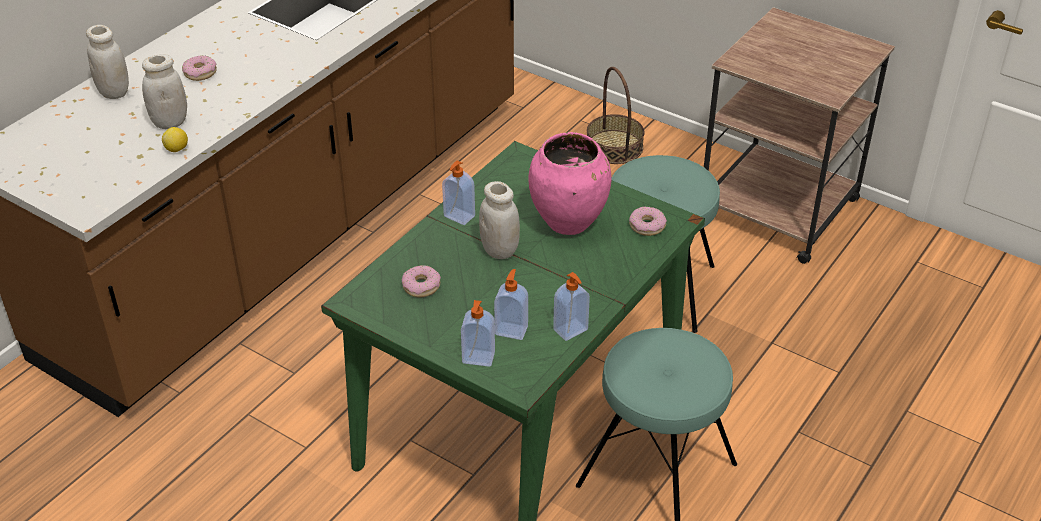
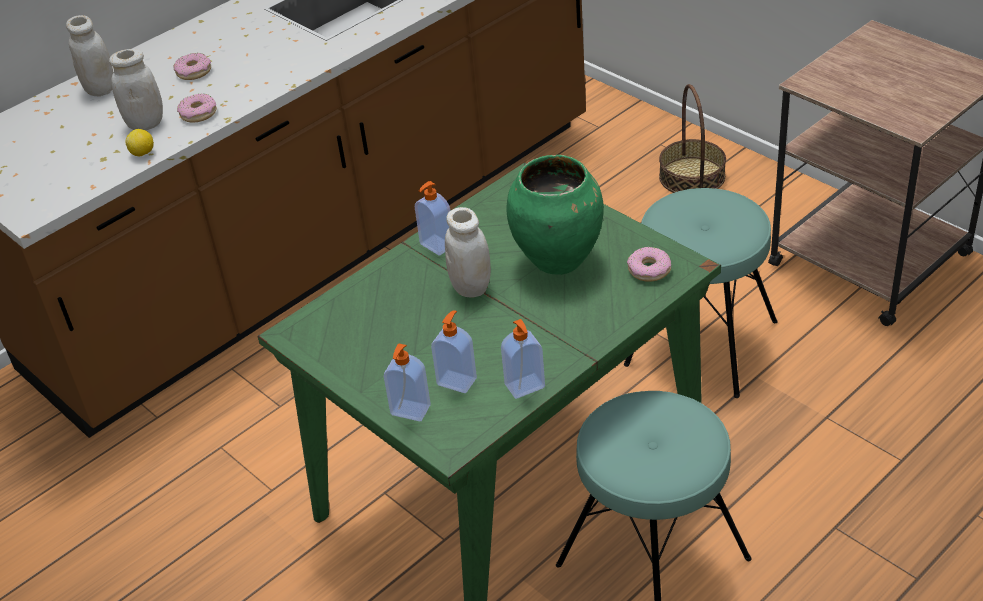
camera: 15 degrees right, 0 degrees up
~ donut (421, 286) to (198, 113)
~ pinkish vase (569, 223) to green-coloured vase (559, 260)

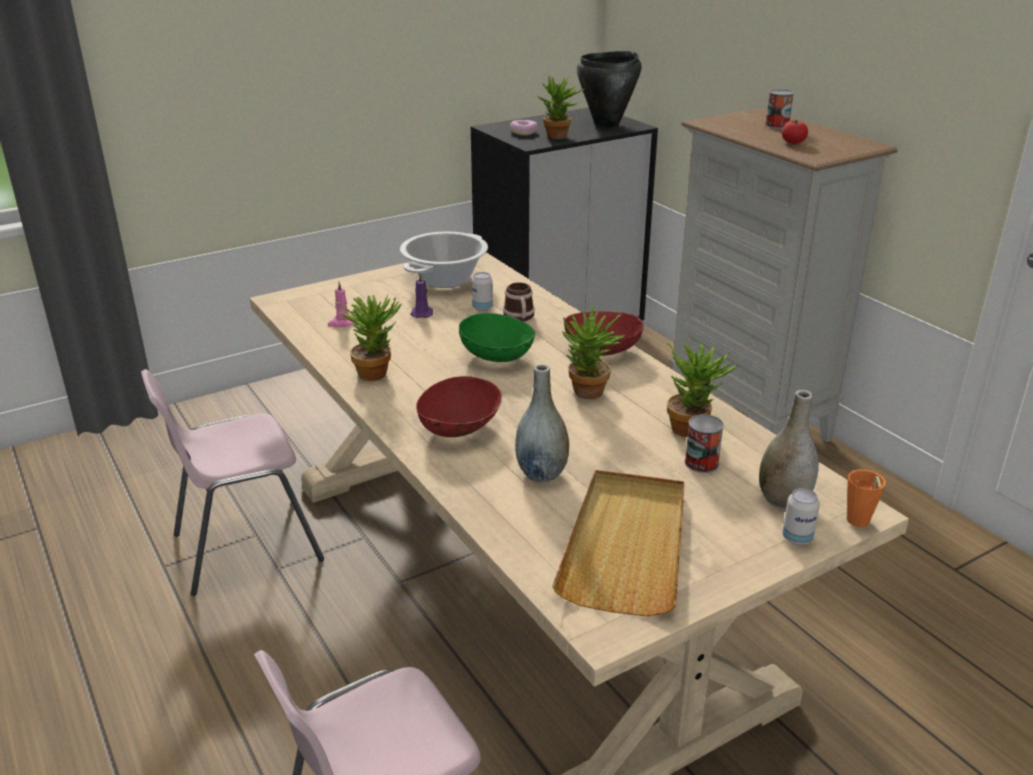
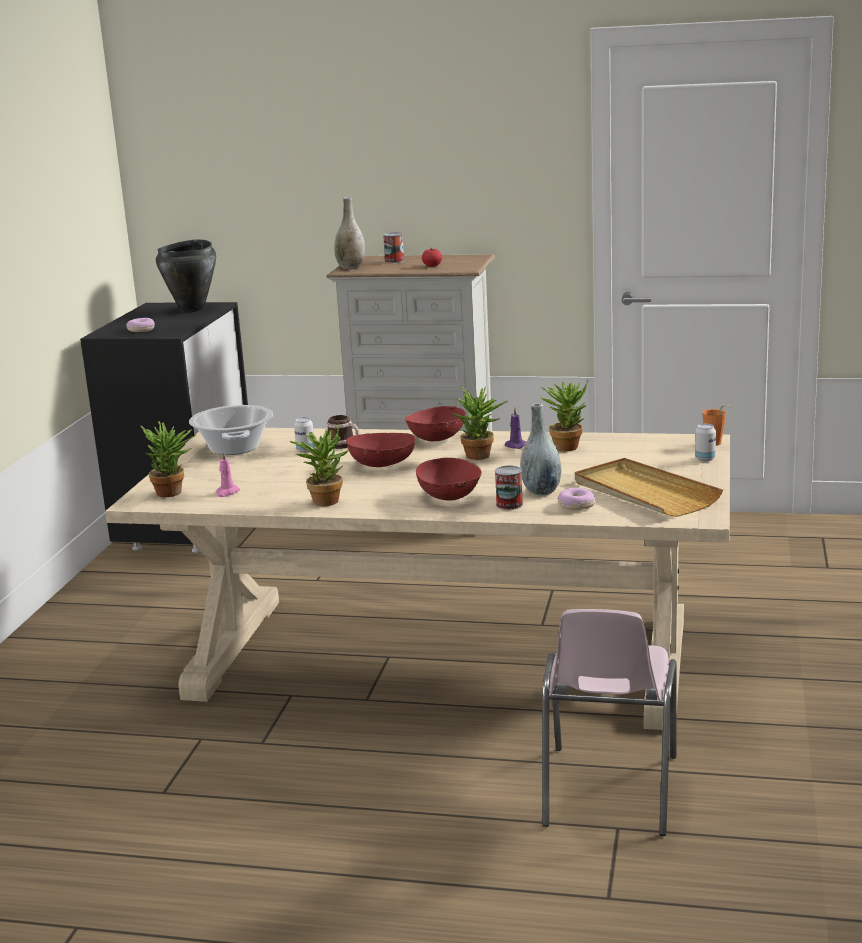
camera: 45 degrees left, 10 degrees down
- pinkish plain chair (245, 546)
~ purple-coloured wax light (422, 313) to (515, 446)
~ green-coloured serving bowl (498, 356) to red serving bowl (382, 464)
~ houseplant (559, 137) to (174, 493)
~ sealed can (701, 463) to (509, 505)
~ gray vase (783, 500) to (351, 267)
+ donut (575, 505)

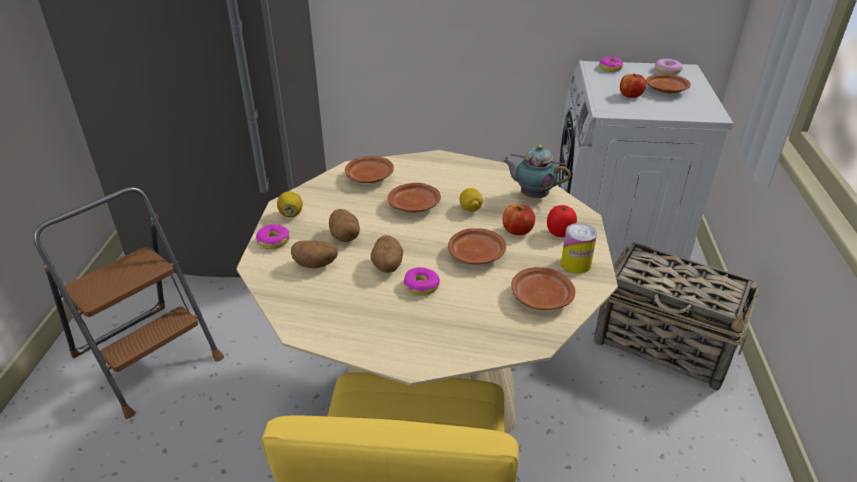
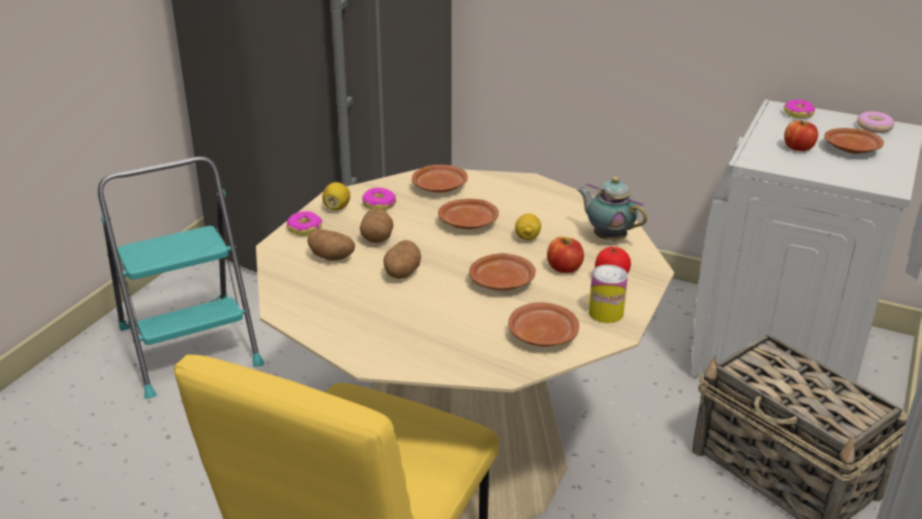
camera: 20 degrees right, 5 degrees down
~ brownish step stool (145, 353) to turquoise-coloured step stool (188, 342)
~ donut (421, 286) to (379, 204)

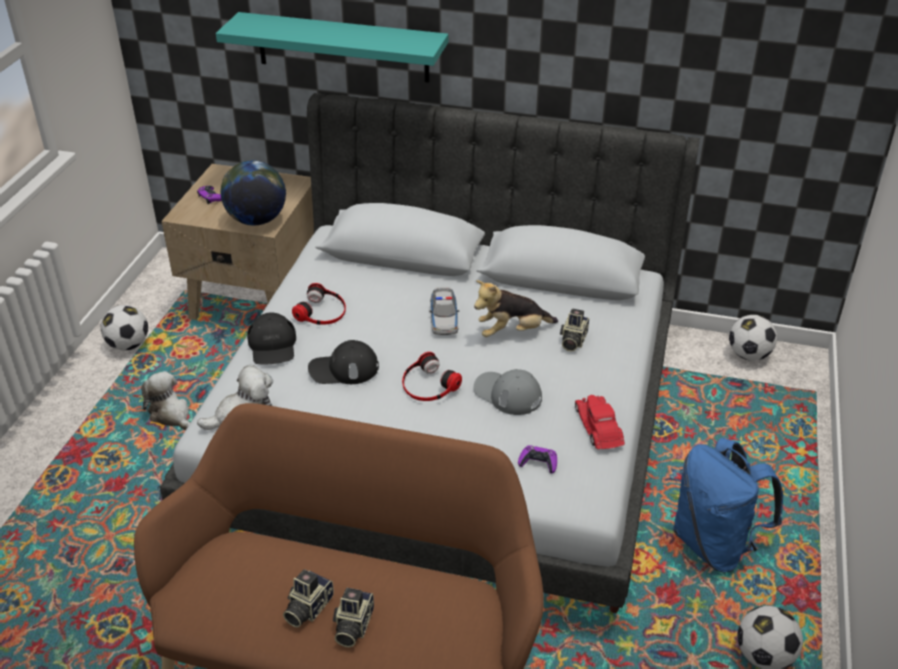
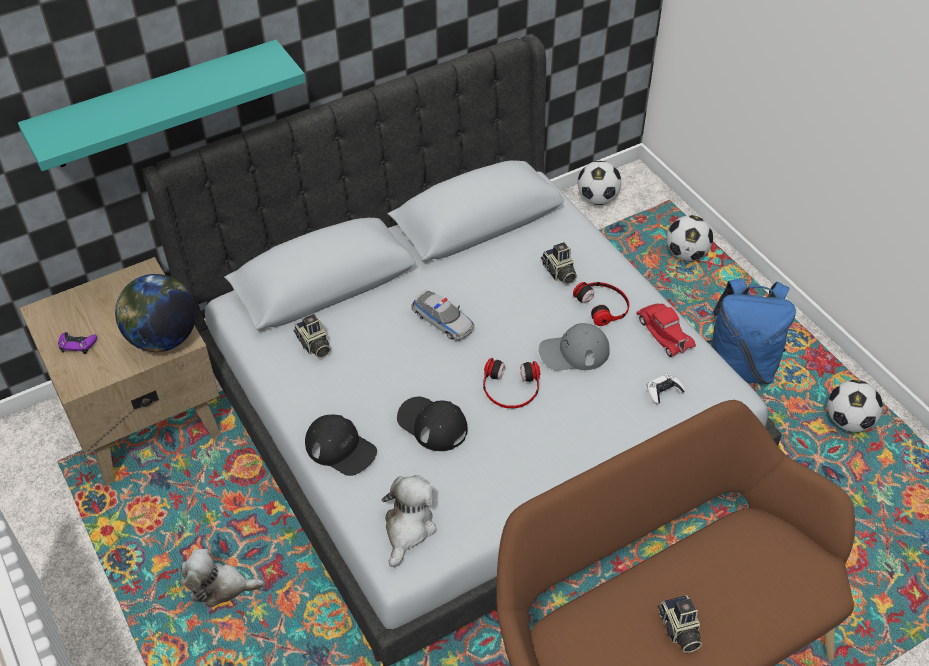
camera: 45 degrees left, 10 degrees up
~ football ball (128, 345) to (686, 254)
~ headset (322, 311) to (603, 305)
~ black cap (343, 369) = (432, 424) 90 degrees clockwise
~ still camera (352, 626) to (313, 346)
- cuddly toy (512, 332)
~ purple-coloured gamepad (538, 462) to white gamepad (663, 391)
~ red model car (599, 427) = (664, 332) 150 degrees counterclockwise

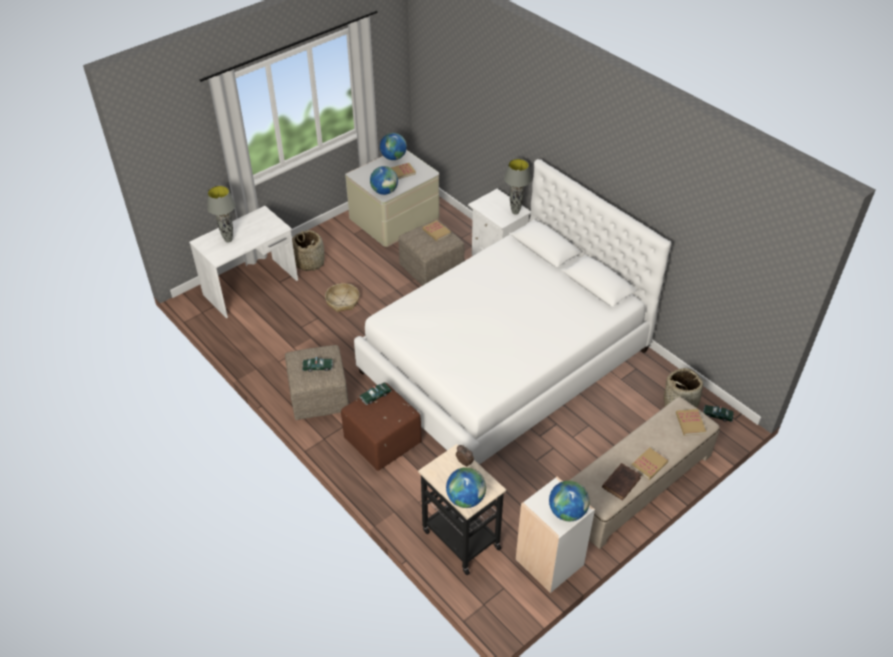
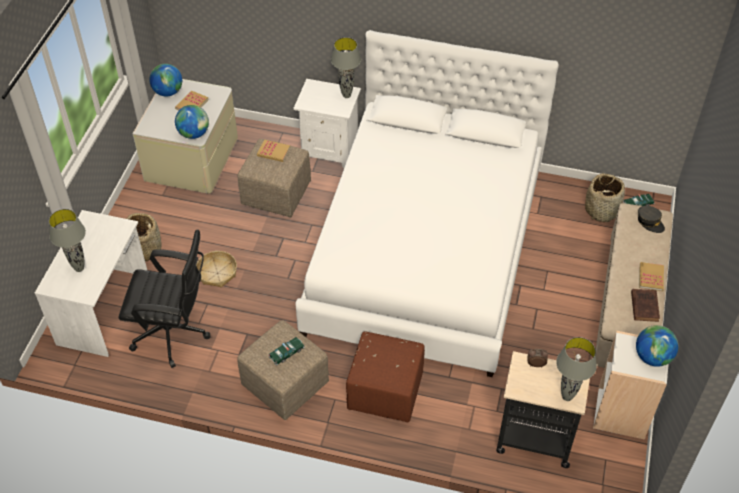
camera: 35 degrees left, 5 degrees up
- model car (375, 396)
~ desk globe (465, 499) to gray tabletop lamp (567, 397)
~ book (690, 423) to gray cap (650, 222)
+ black computer chair (174, 334)

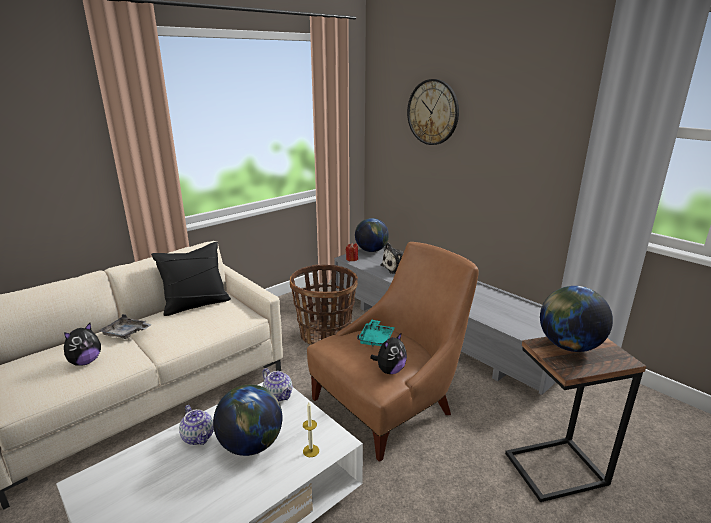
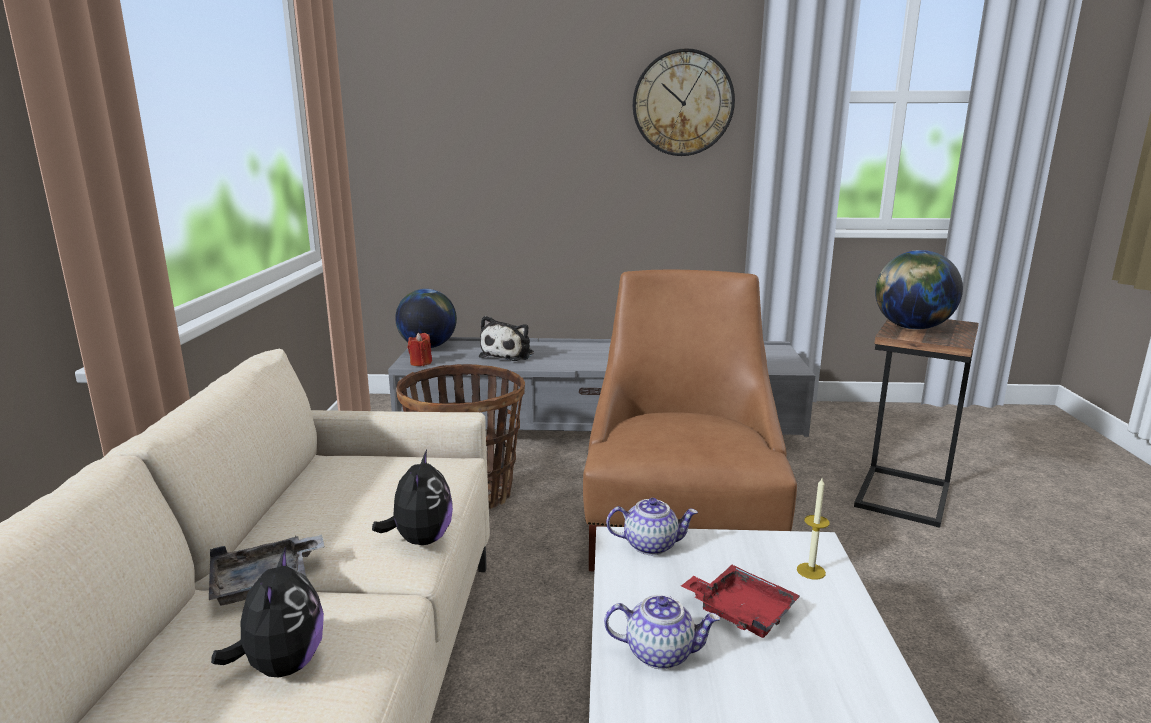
camera: 45 degrees left, 5 degrees down
- black throw pillow (196, 304)
~ desk globe (251, 444) to red tray (741, 611)
- turquoise-coloured tray (376, 339)
~ cuddly toy (390, 370) to (420, 540)
~ wall clock (433, 112) to (683, 103)

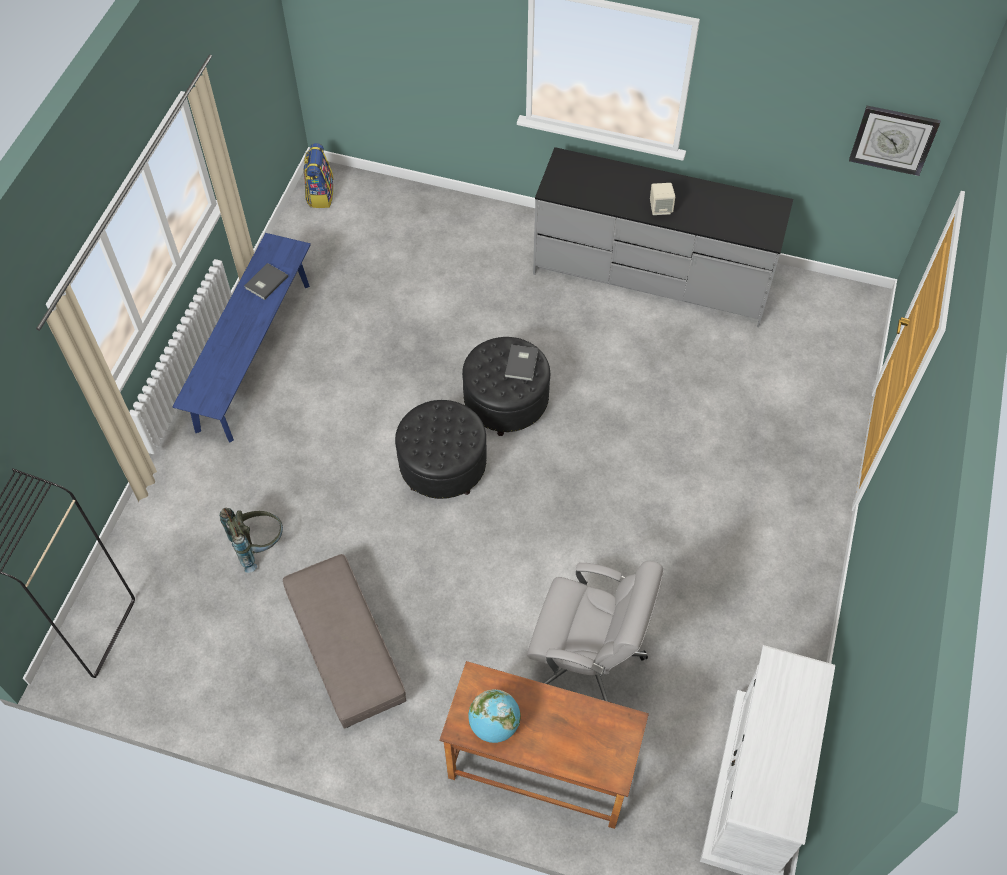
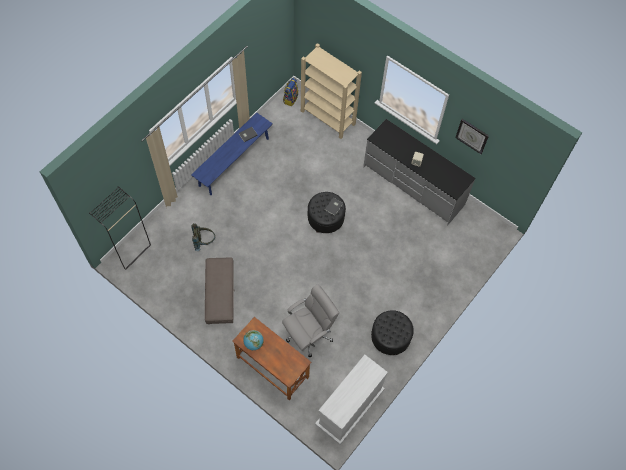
camera: 20 degrees right, 5 degrees up
~ black pouffe (443, 467) to (390, 338)
~ gray computer chair (587, 658) = (309, 334) 75 degrees counterclockwise
~ wall clock (893, 139) to (472, 136)
+ beige-coloured bookcase (328, 117)

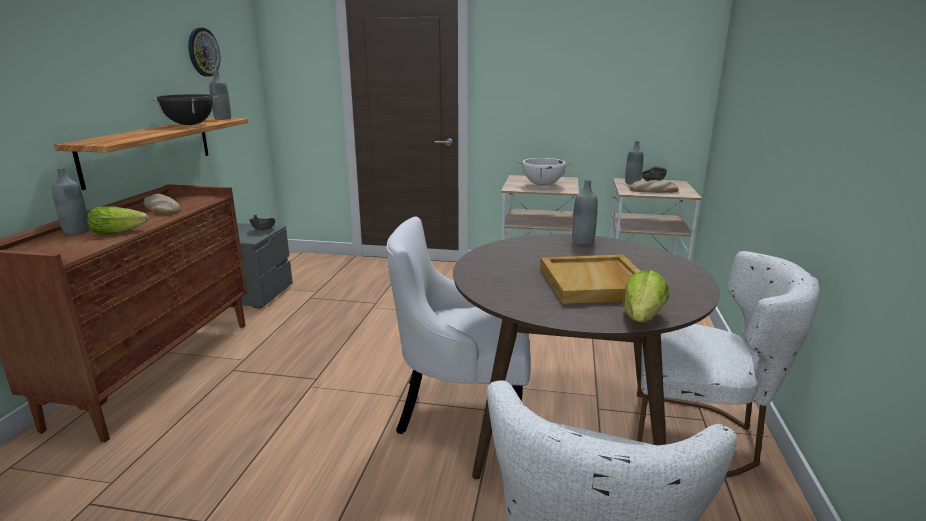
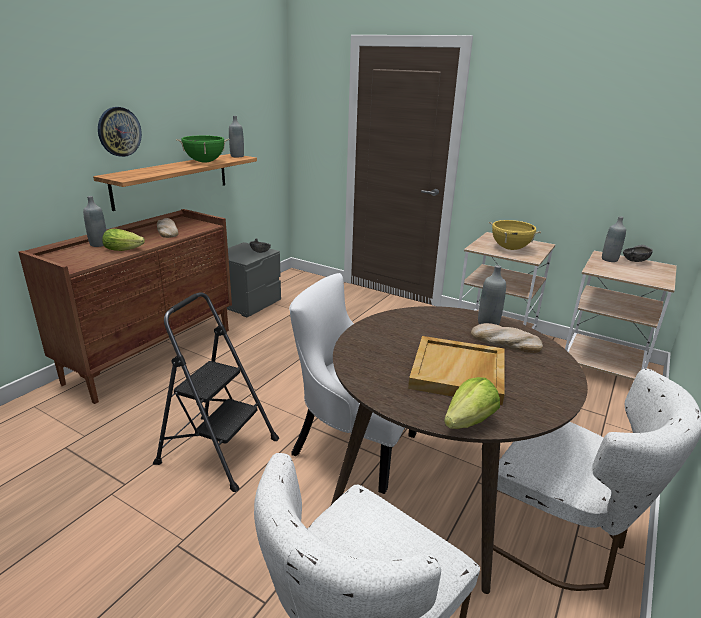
camera: 20 degrees right, 5 degrees up
~ black stockpot (190, 125) to green-coloured stockpot (205, 162)
~ wall clock (203, 52) to (119, 131)
~ white stockpot (542, 185) to yellow stockpot (510, 248)
~ bread (653, 190) to (505, 342)
+ black step stool (215, 449)

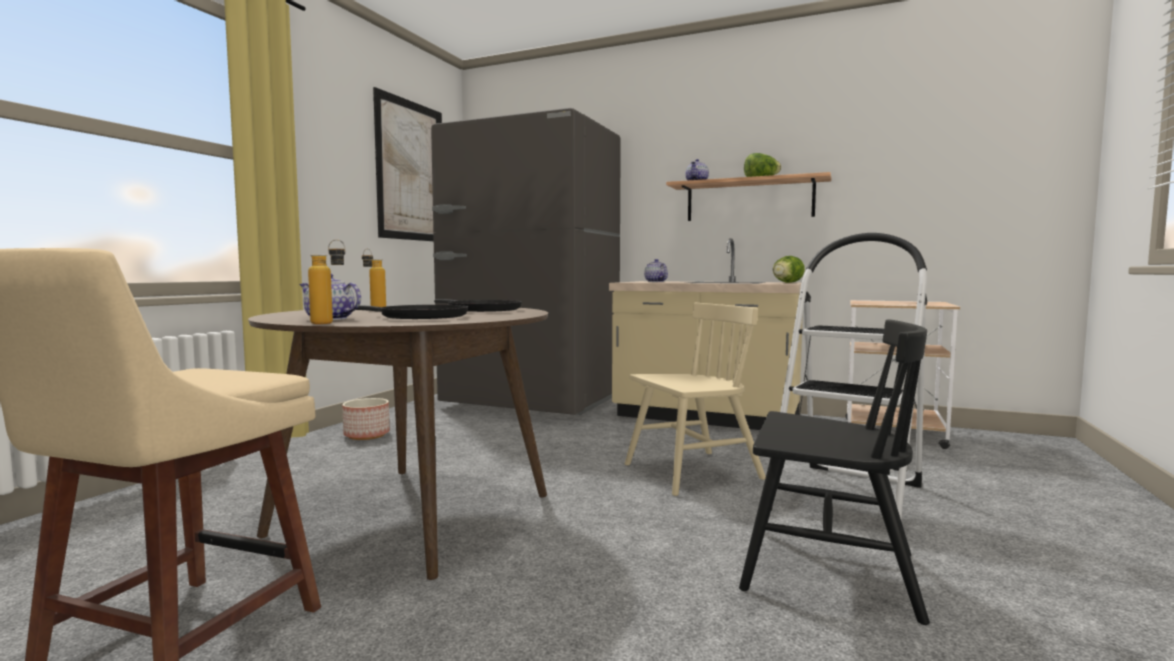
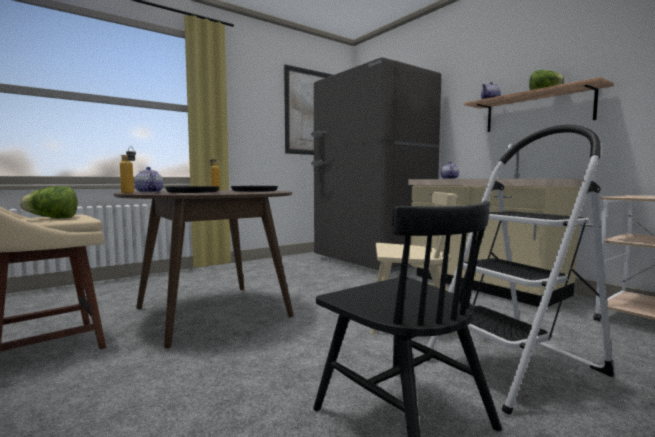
camera: 30 degrees right, 0 degrees up
- plant pot (367, 435)
~ lettuce head (786, 282) to (52, 218)

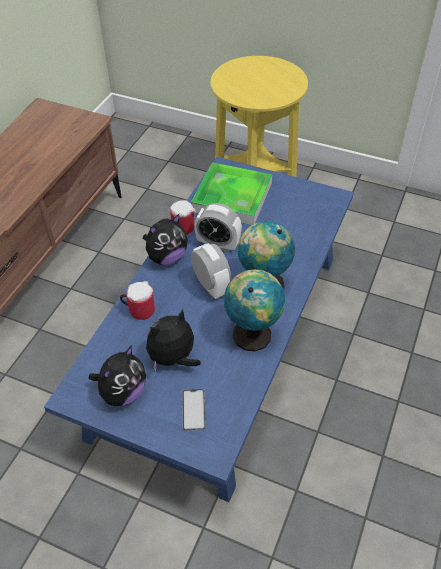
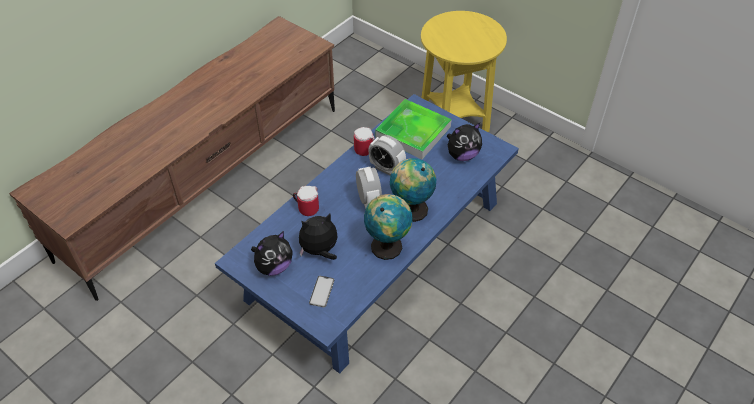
camera: 15 degrees right, 0 degrees up
~ cuddly toy (166, 257) to (462, 155)

